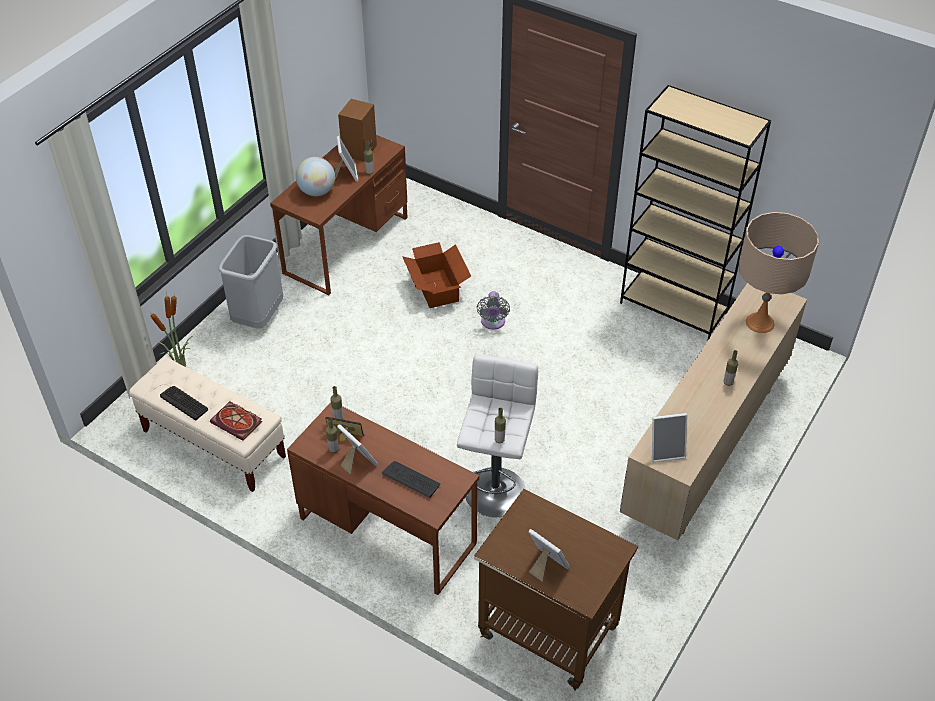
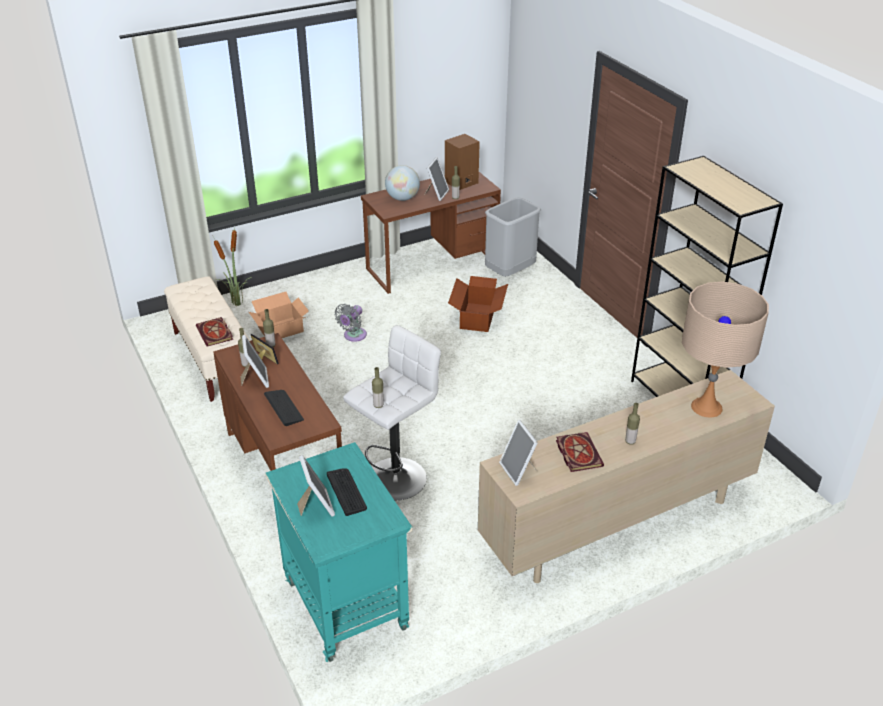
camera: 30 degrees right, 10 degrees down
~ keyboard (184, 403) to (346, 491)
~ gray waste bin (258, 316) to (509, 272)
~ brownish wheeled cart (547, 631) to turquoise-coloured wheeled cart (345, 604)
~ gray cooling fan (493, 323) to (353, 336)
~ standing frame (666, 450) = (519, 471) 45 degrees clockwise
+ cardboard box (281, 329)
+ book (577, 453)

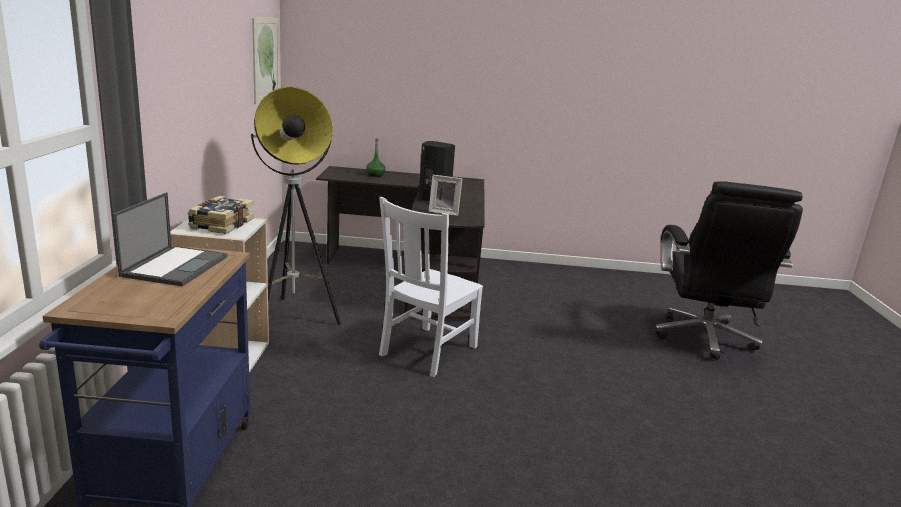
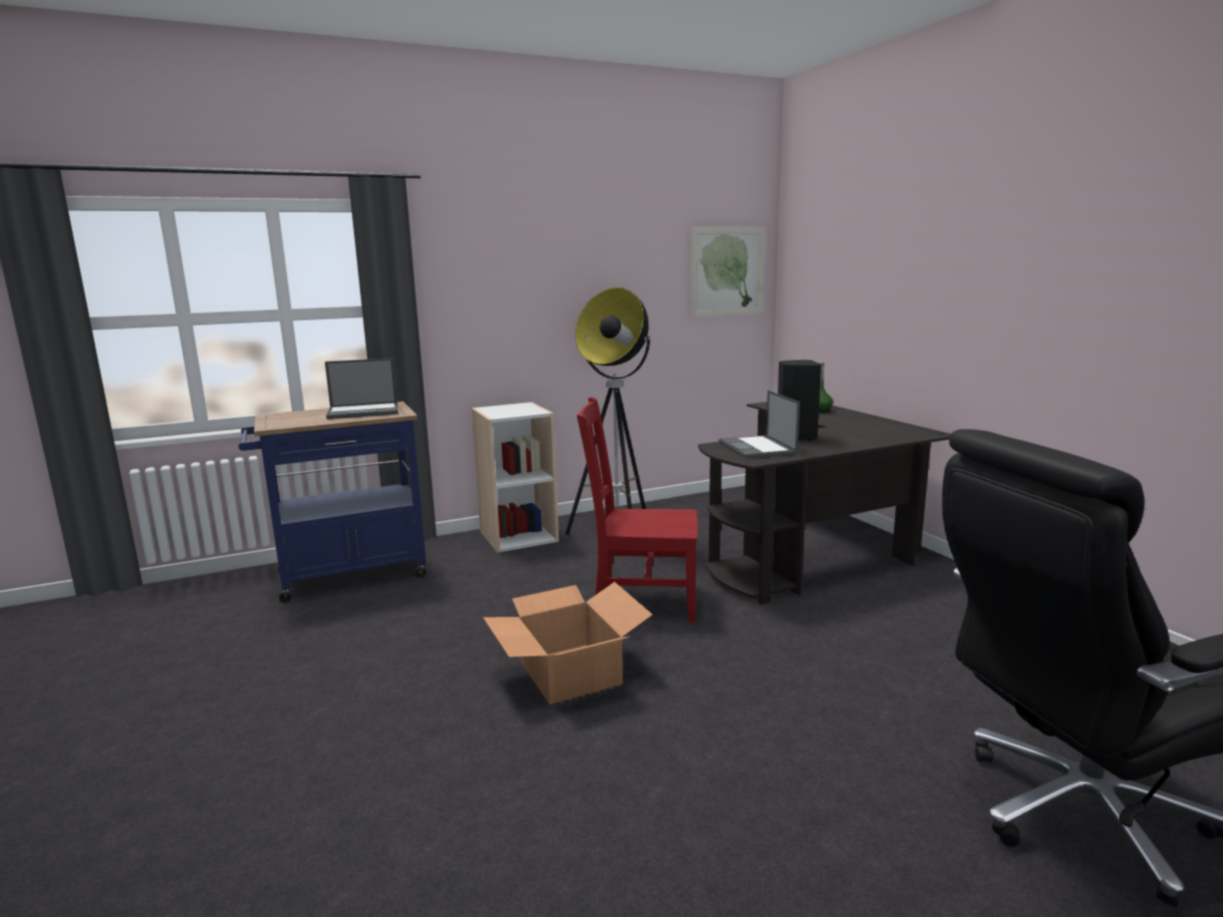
camera: 65 degrees right, 5 degrees down
- book (221, 224)
~ white plain chair (426, 352) to red plain chair (640, 602)
~ standing frame (444, 212) to laptop (757, 448)
+ cardboard box (569, 673)

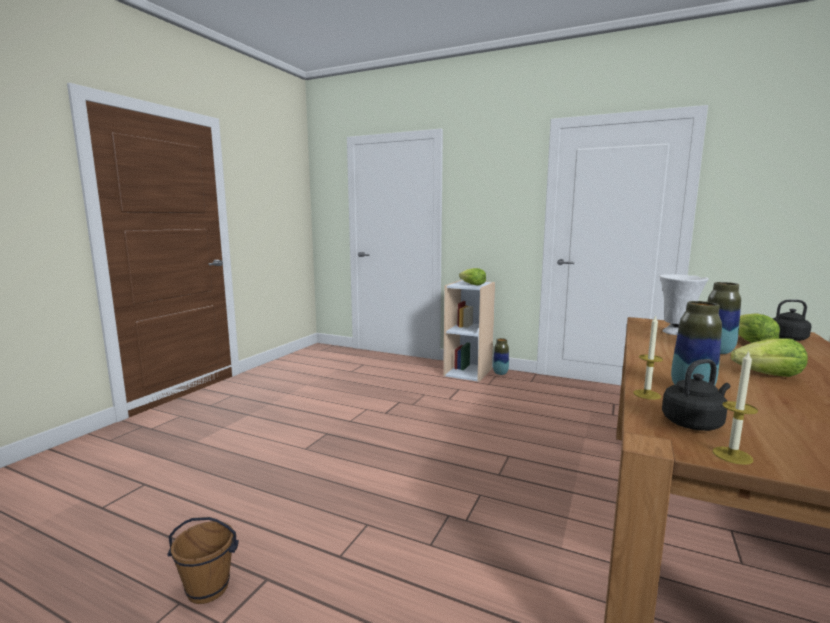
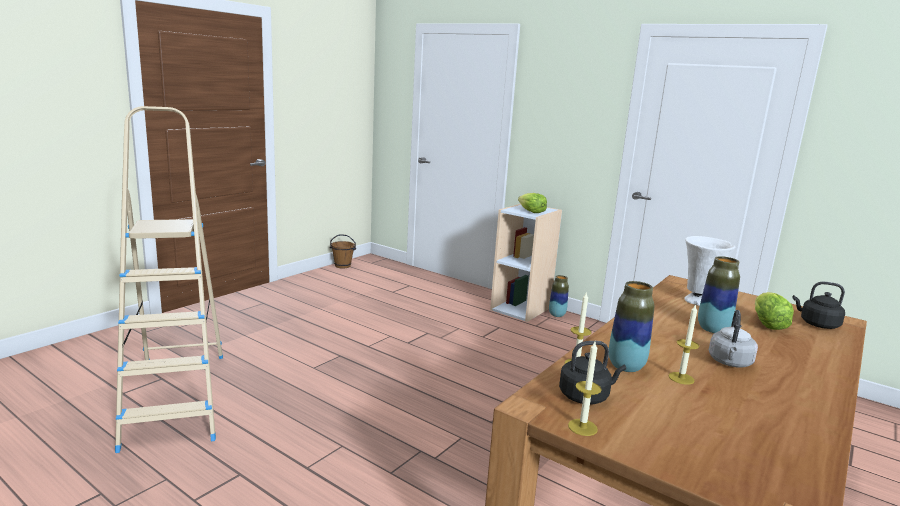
camera: 10 degrees right, 5 degrees up
~ brownish pail (208, 588) to (342, 266)
~ lettuce head (769, 375) to gray kettle (730, 363)
+ beige-coloured step stool (177, 397)
+ wax light (681, 378)

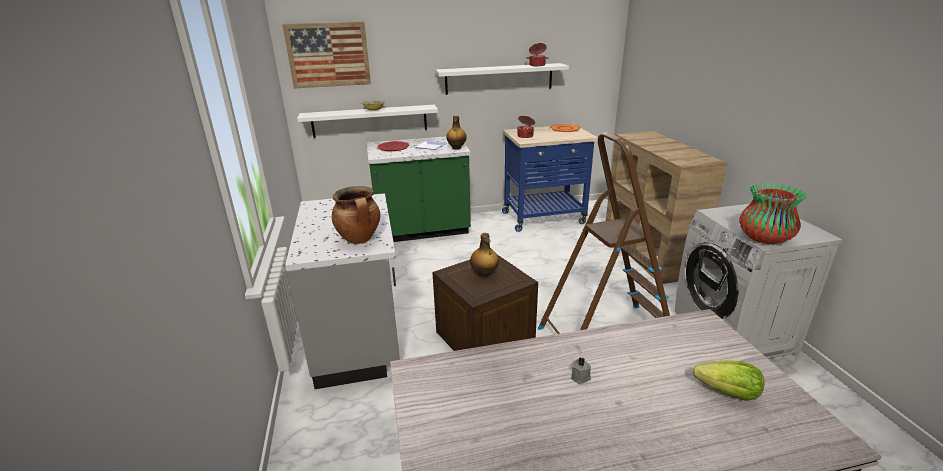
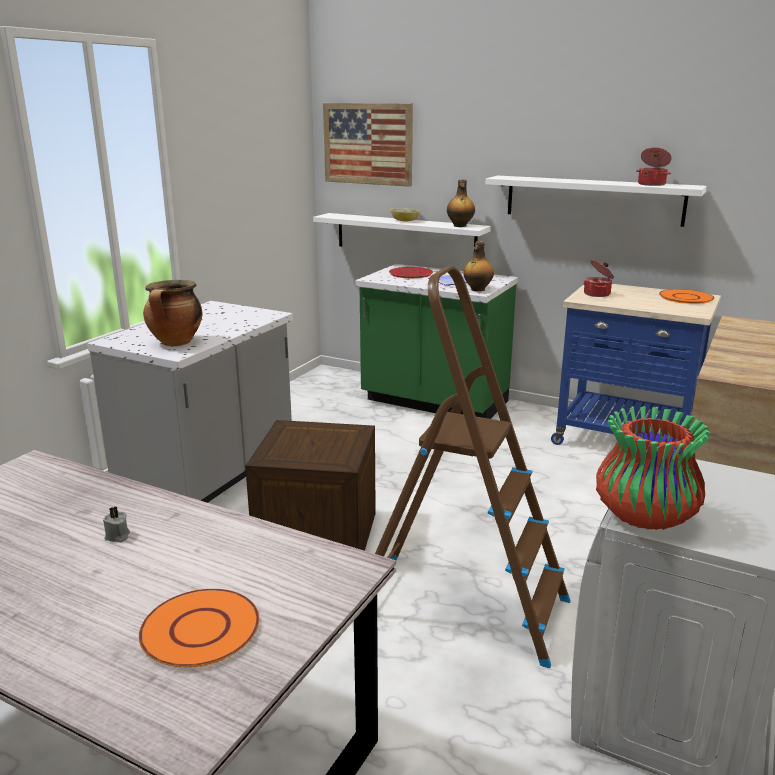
camera: 40 degrees right, 5 degrees down
~ drink bottle (484, 275) to (460, 226)
~ lettuce head (728, 393) to orange dinner plate (200, 630)

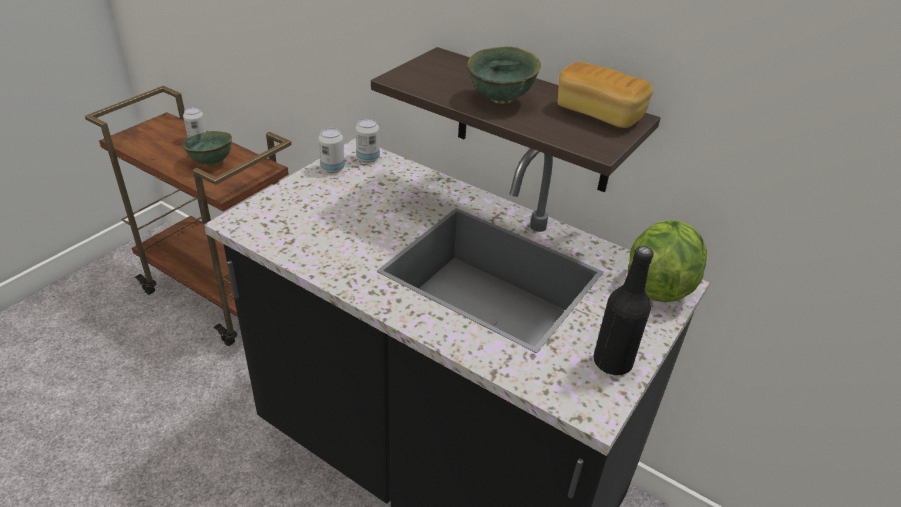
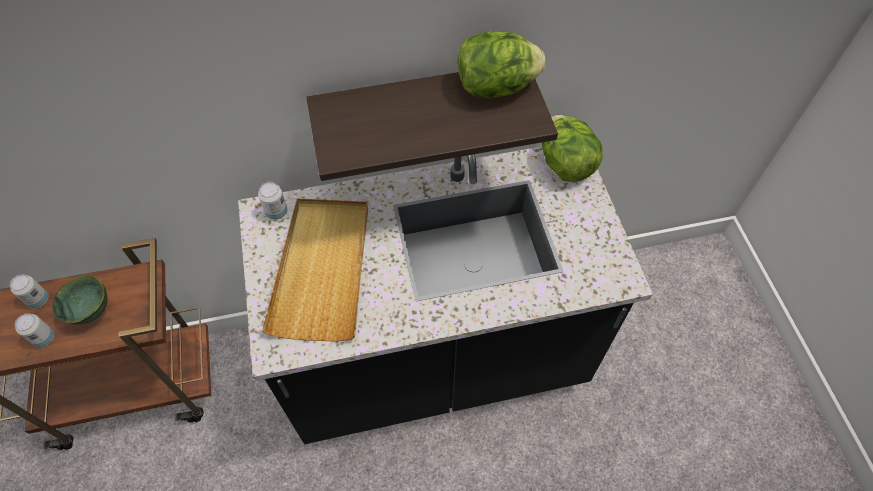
camera: 45 degrees left, 20 degrees up
~ sealed can (332, 168) to (44, 338)
- green-coloured serving bowl (502, 100)
~ bread (599, 113) to lettuce head (495, 87)
- black drink bottle (612, 362)
+ beige-coloured tray (323, 269)

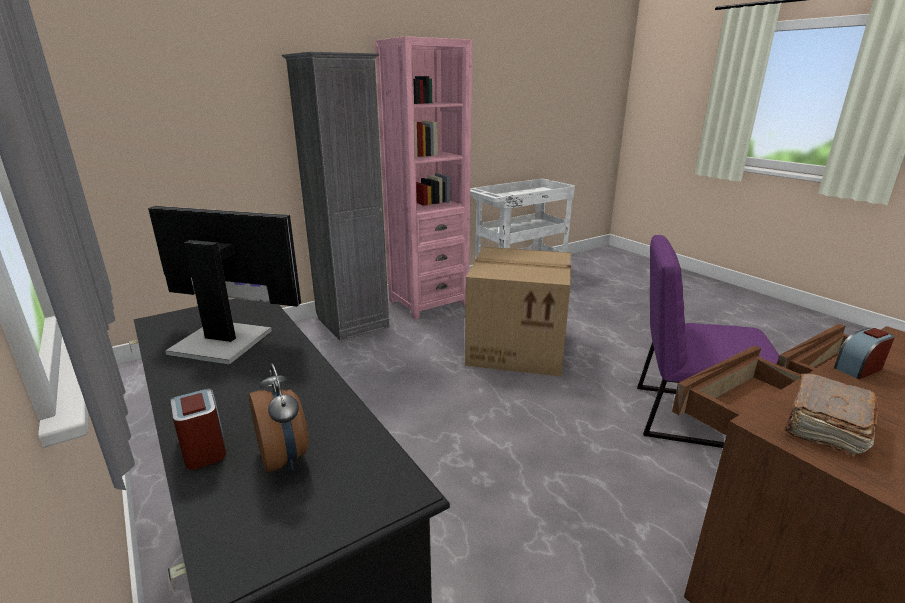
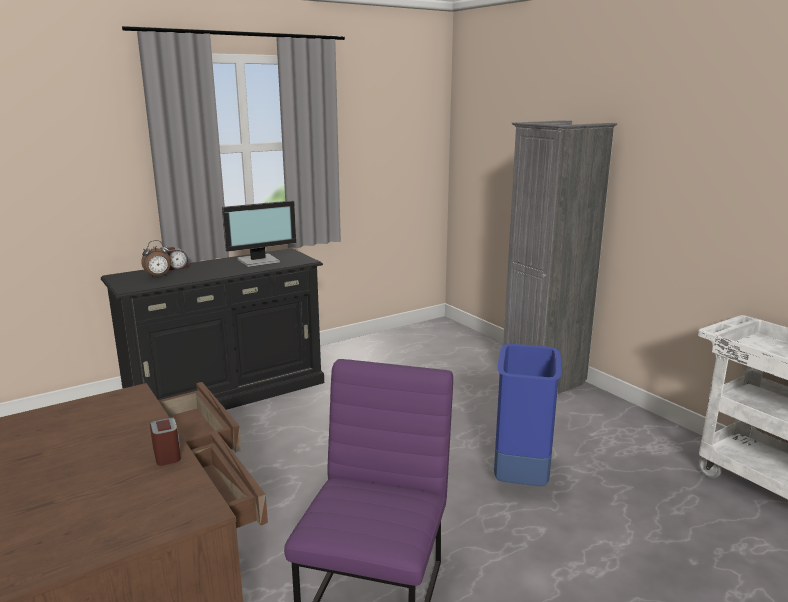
camera: 90 degrees right, 5 degrees down
~ computer screen (223, 340) = (259, 261) 45 degrees clockwise
- pinkish bookcase (428, 302)
~ cardboard box (518, 347) to blue-coloured waste bin (521, 478)
- brownish book (824, 426)

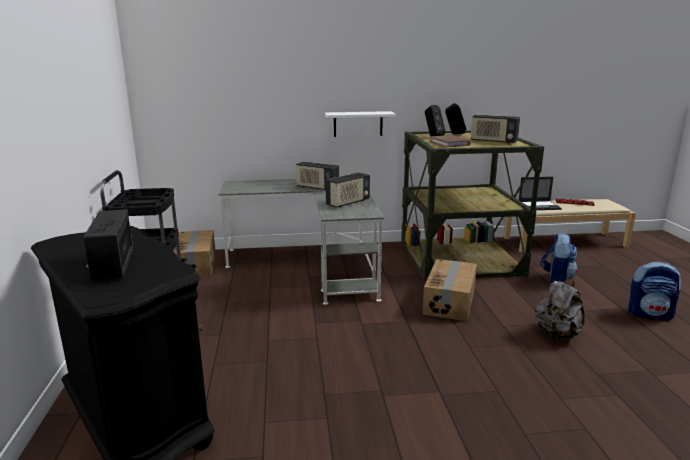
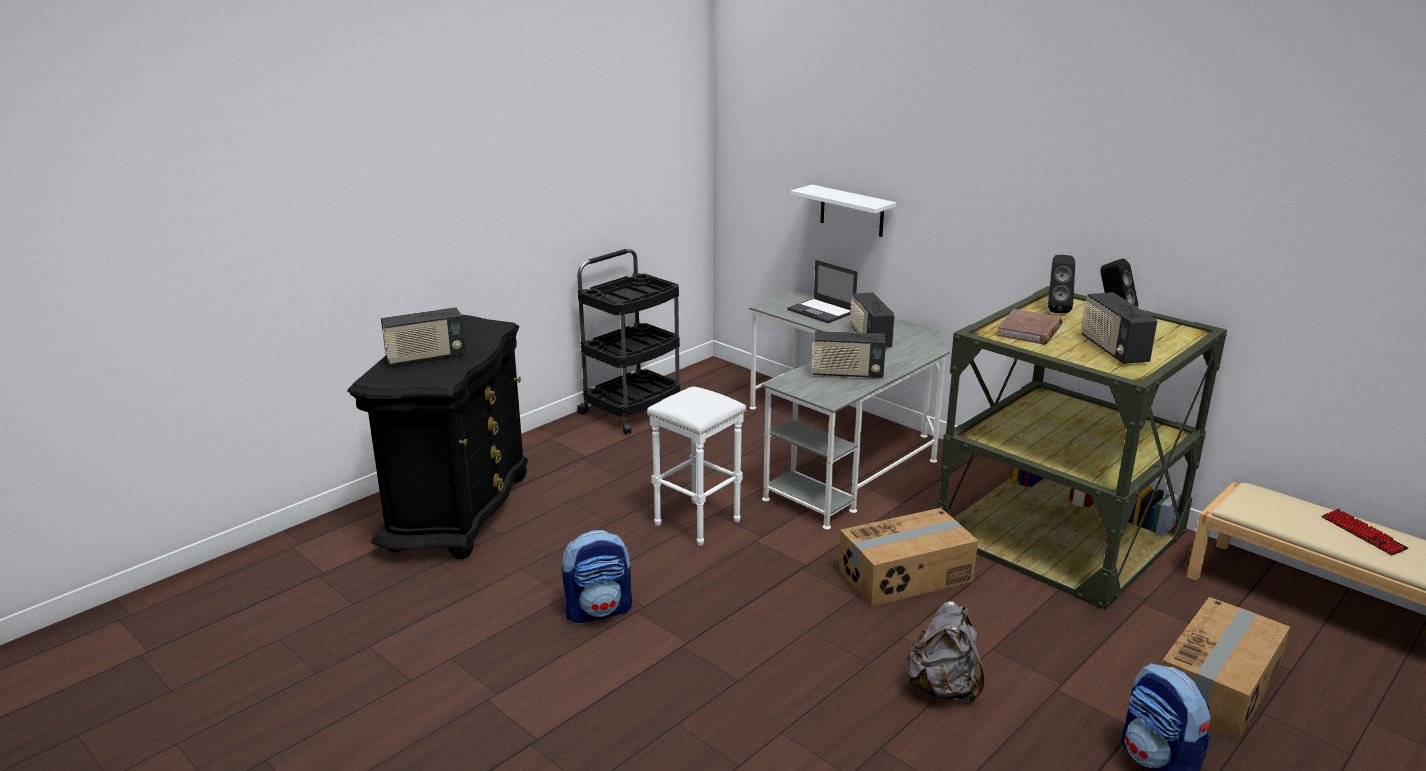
camera: 50 degrees right, 5 degrees up
~ radio (113, 266) = (426, 357) 150 degrees counterclockwise
~ cardboard box (196, 264) to (1218, 688)
~ white bracket shelf (358, 124) to (852, 211)
~ laptop (539, 206) to (822, 311)
~ knapsack (556, 280) to (599, 610)
+ white stool seat (695, 522)

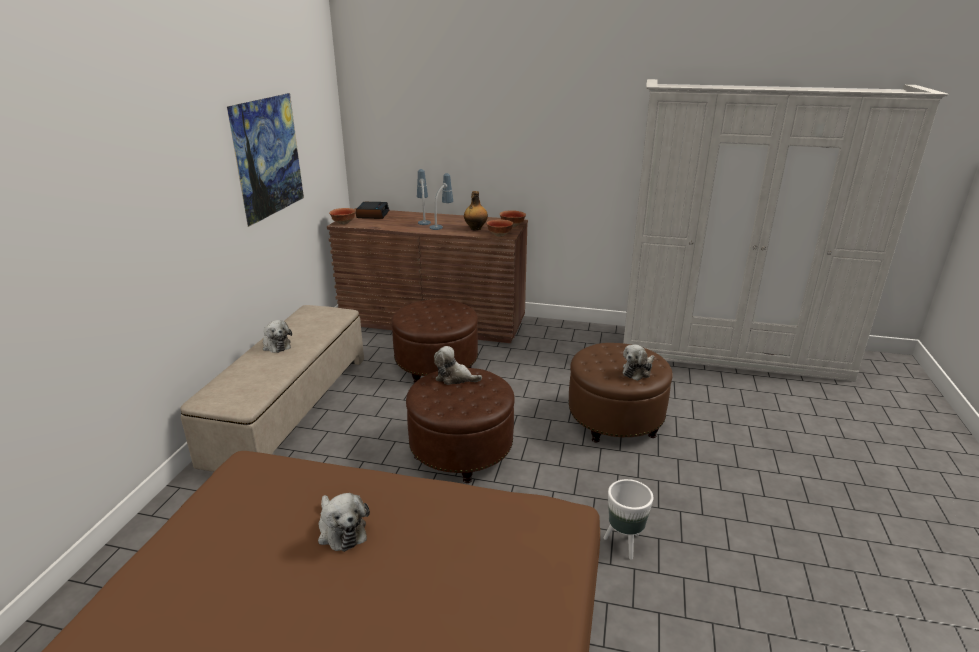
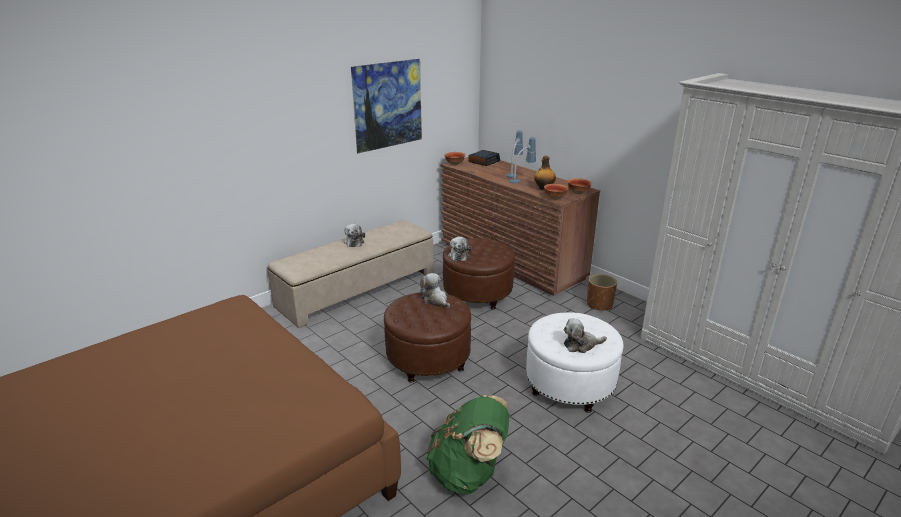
camera: 35 degrees right, 0 degrees up
~ cuddly toy (341, 530) to (459, 255)
~ brownish pouffe (615, 420) to white pouffe (569, 386)
~ white plant pot (624, 544) to green-coloured knapsack (468, 473)
+ brownish plant pot (599, 305)

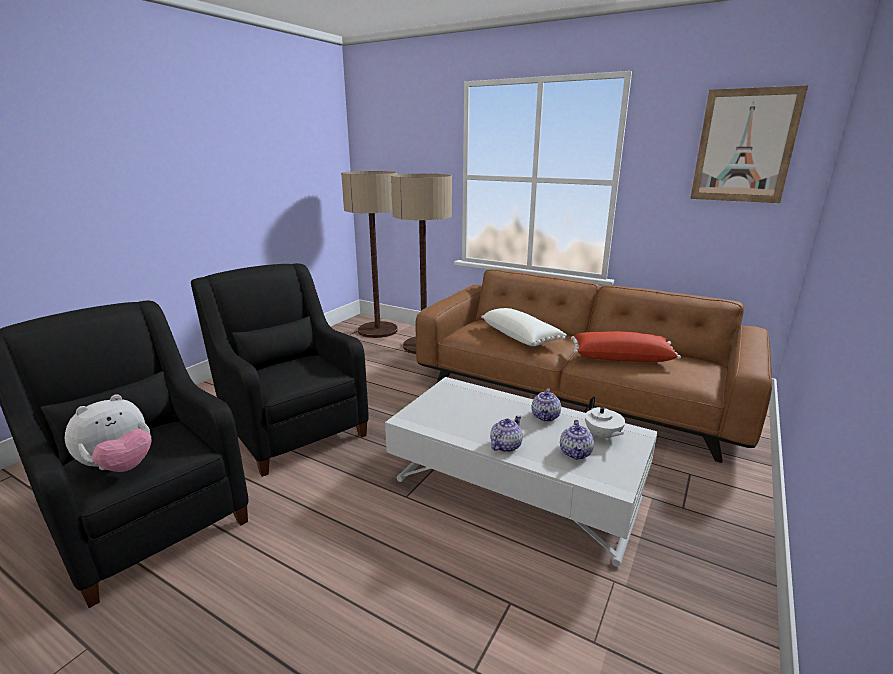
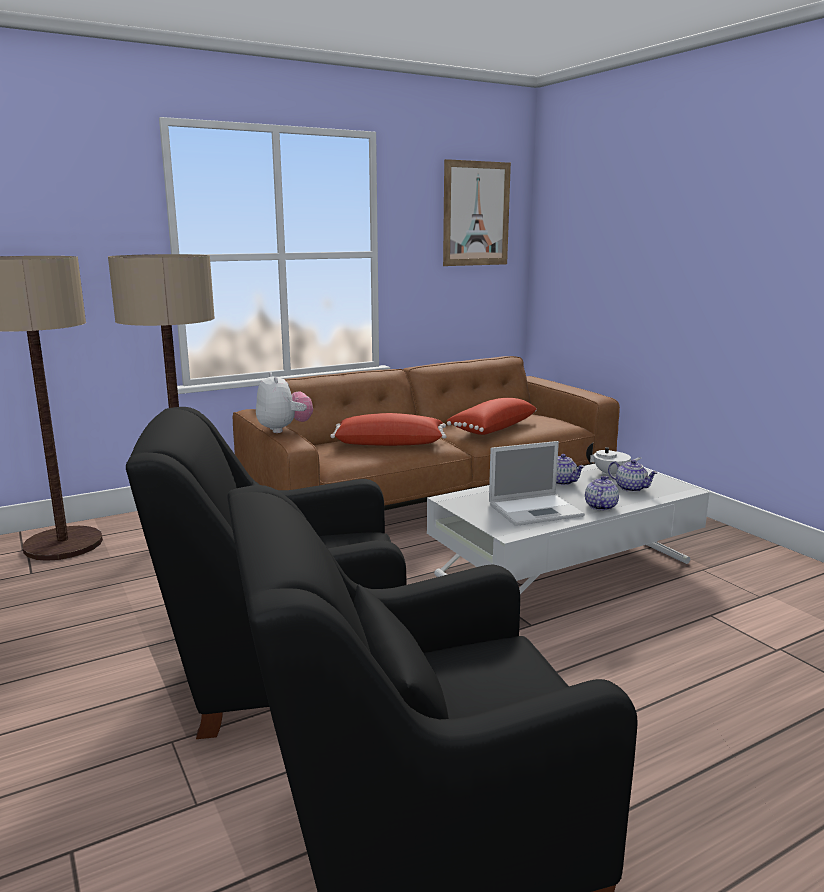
camera: 60 degrees left, 5 degrees down
~ cuddly toy (120, 466) to (284, 429)
~ white throw pillow (521, 337) to red throw pillow (389, 443)
~ pot for tea (505, 446) = (600, 506) 45 degrees clockwise
+ laptop (537, 510)

